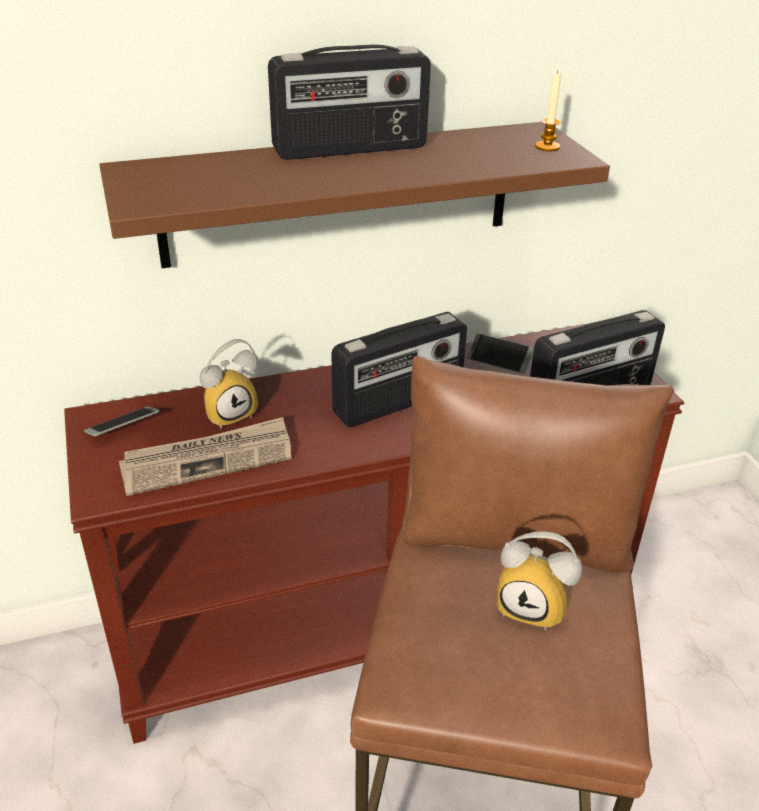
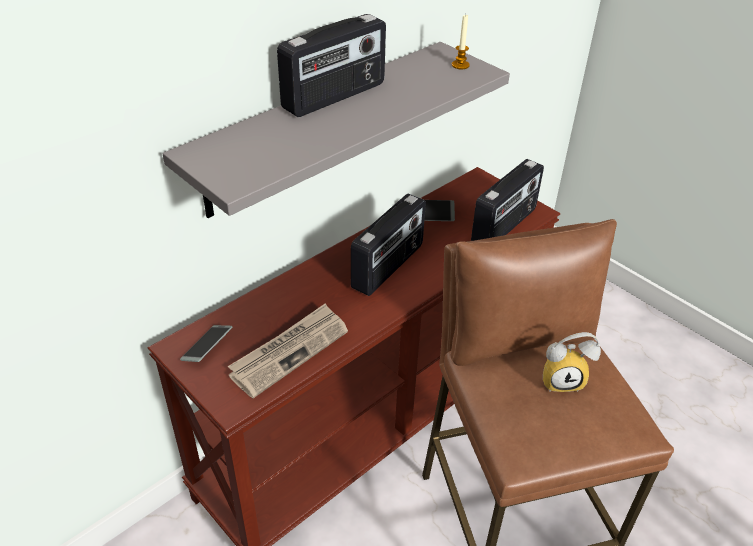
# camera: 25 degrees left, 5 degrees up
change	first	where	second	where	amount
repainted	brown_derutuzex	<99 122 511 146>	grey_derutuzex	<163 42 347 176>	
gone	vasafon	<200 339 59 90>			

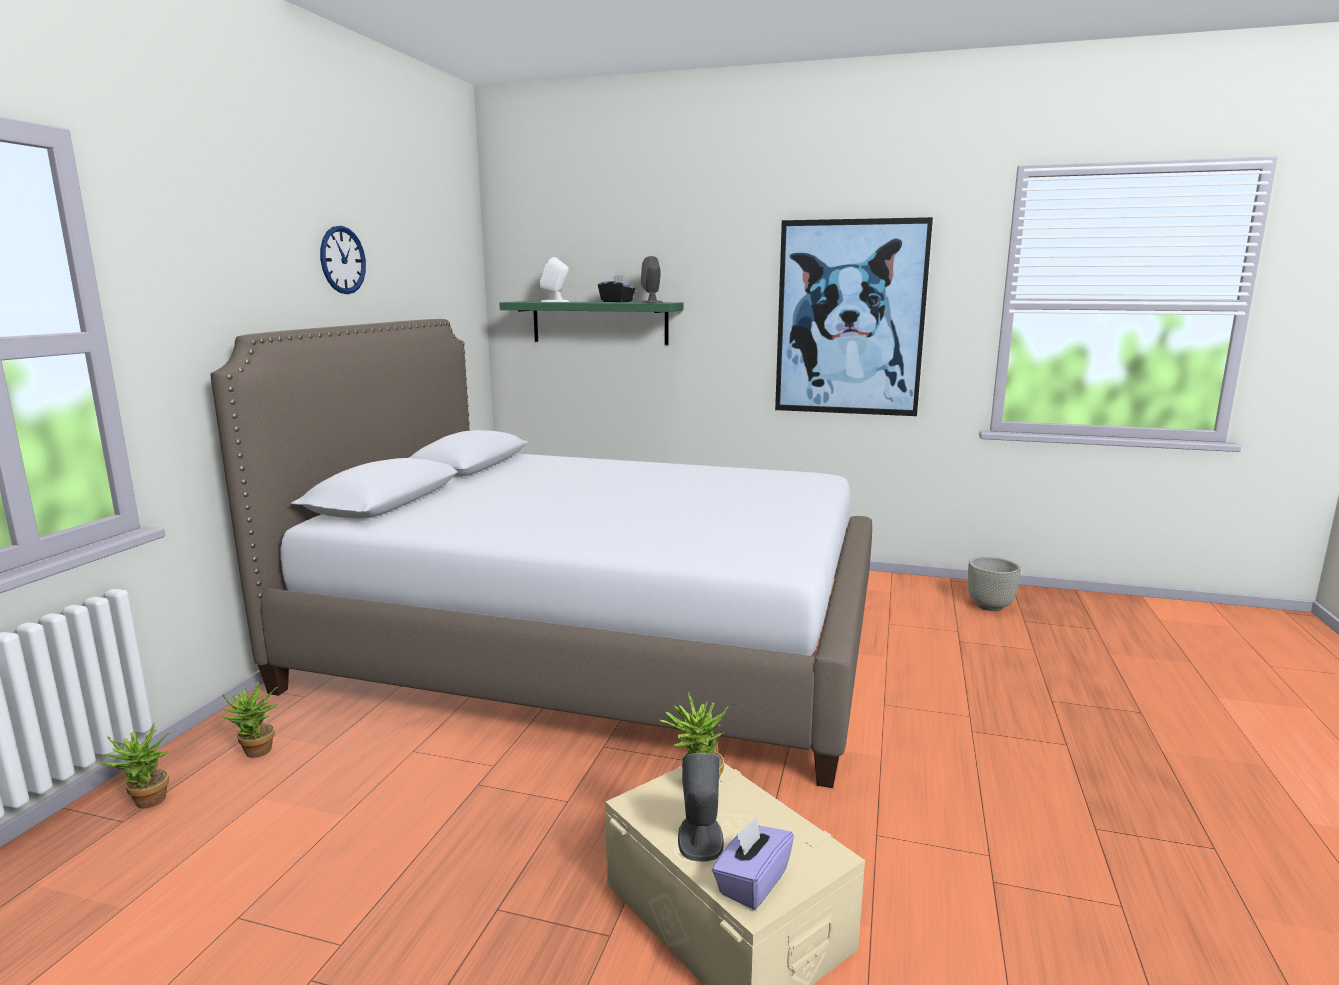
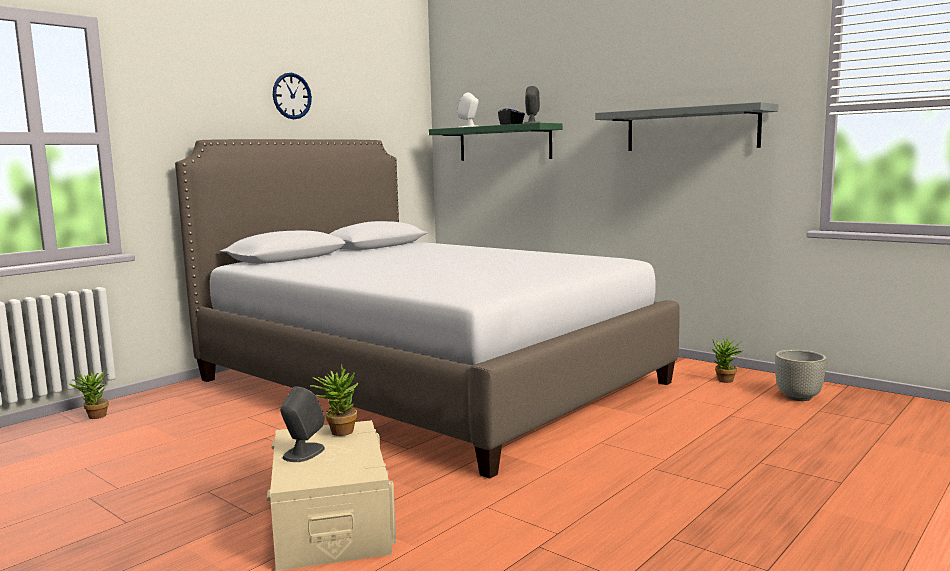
# camera: 25 degrees right, 5 degrees down
change	first	where	second	where	amount
shifted	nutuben	<222 680 57 78>		<712 337 31 46>	
gone	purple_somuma	<712 816 82 94>			
swapped	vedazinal	<775 217 158 199>	grey_derutuzex	<595 102 184 49>	

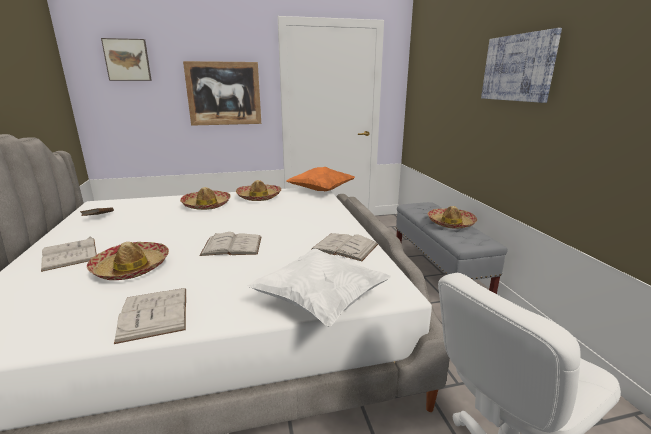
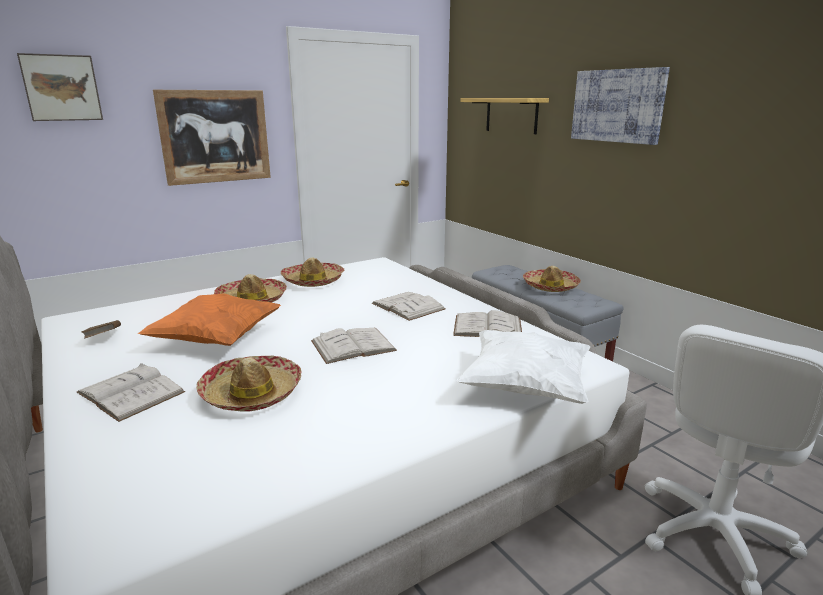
# camera: 20 degrees left, 0 degrees up
change	first	where	second	where	amount
shifted	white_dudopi	<114 288 72 56>		<372 292 74 29>	
shifted	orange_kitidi	<287 167 68 24>		<138 294 143 52>	
new			derutuzex	<461 98 88 36>	

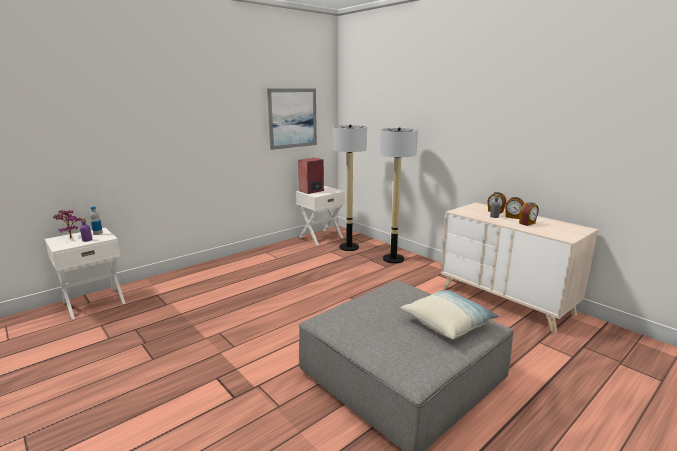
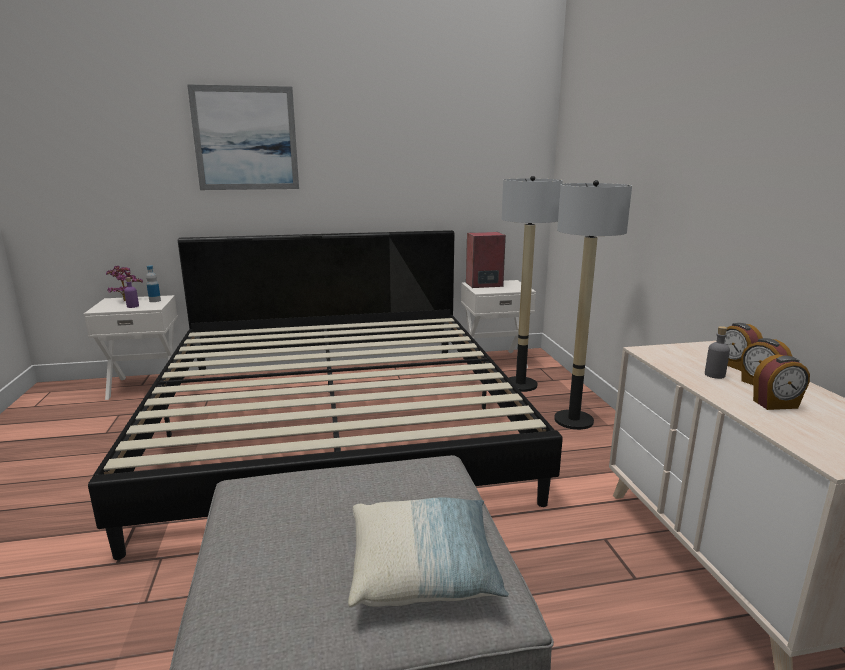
# camera: 30 degrees right, 0 degrees up
change	first	where	second	where	amount
shifted	vedazinal	<267 89 50 61>		<187 84 112 106>	
new			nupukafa	<88 230 475 330>	

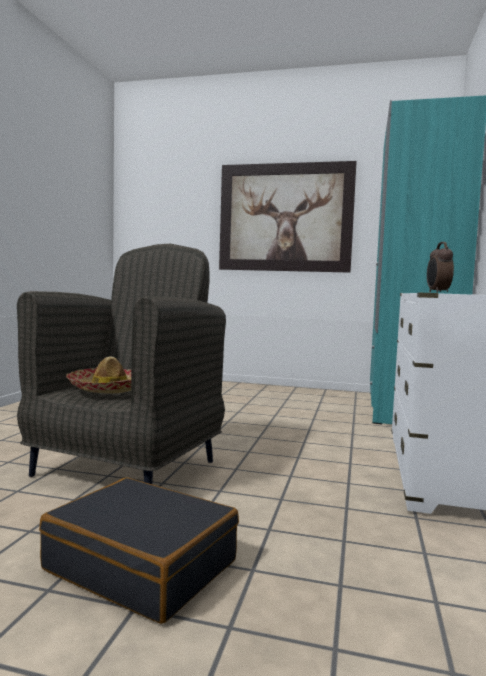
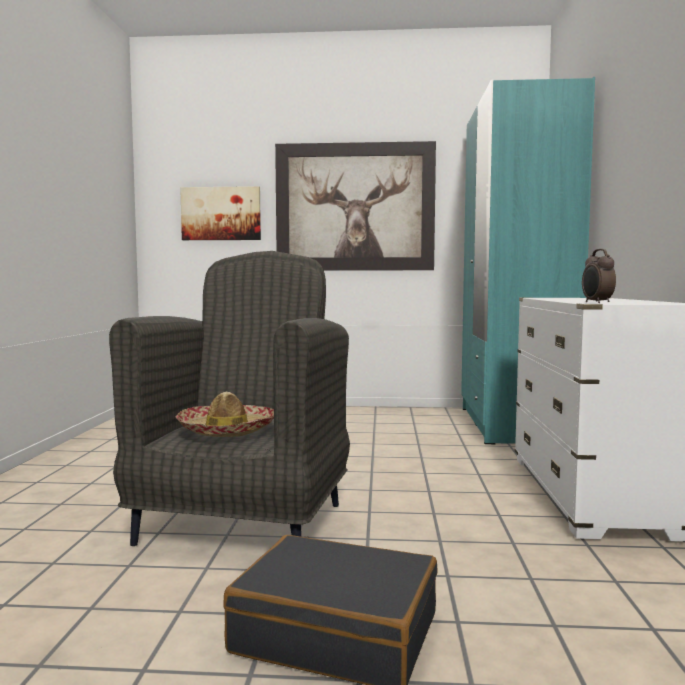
# camera: 10 degrees left, 0 degrees up
change	first	where	second	where	amount
new			vedazinal	<180 186 81 54>	

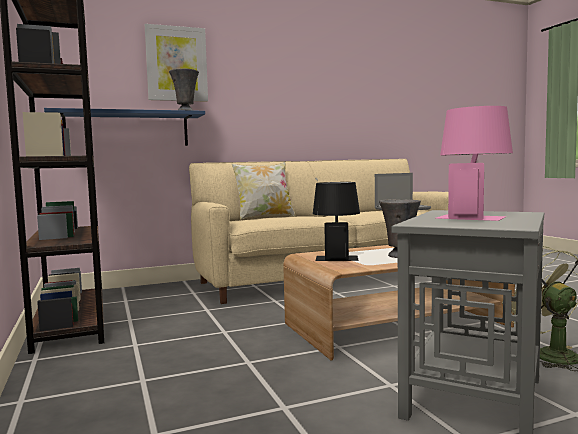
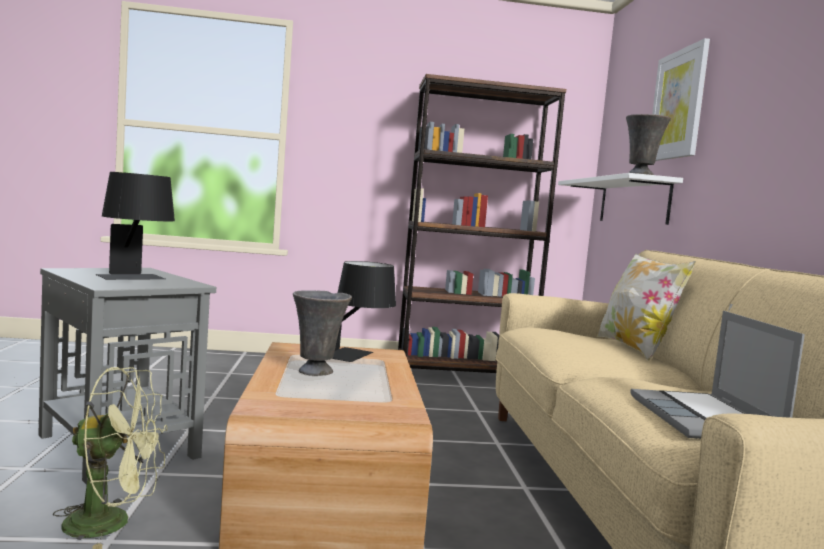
# camera: 105 degrees right, 0 degrees up
change	first	where	second	where	amount
repainted	blue_derutuzex	<44 108 161 38>	white_derutuzex	<558 173 125 52>	
repainted	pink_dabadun	<435 106 78 115>	black_dabadun	<96 172 79 108>	

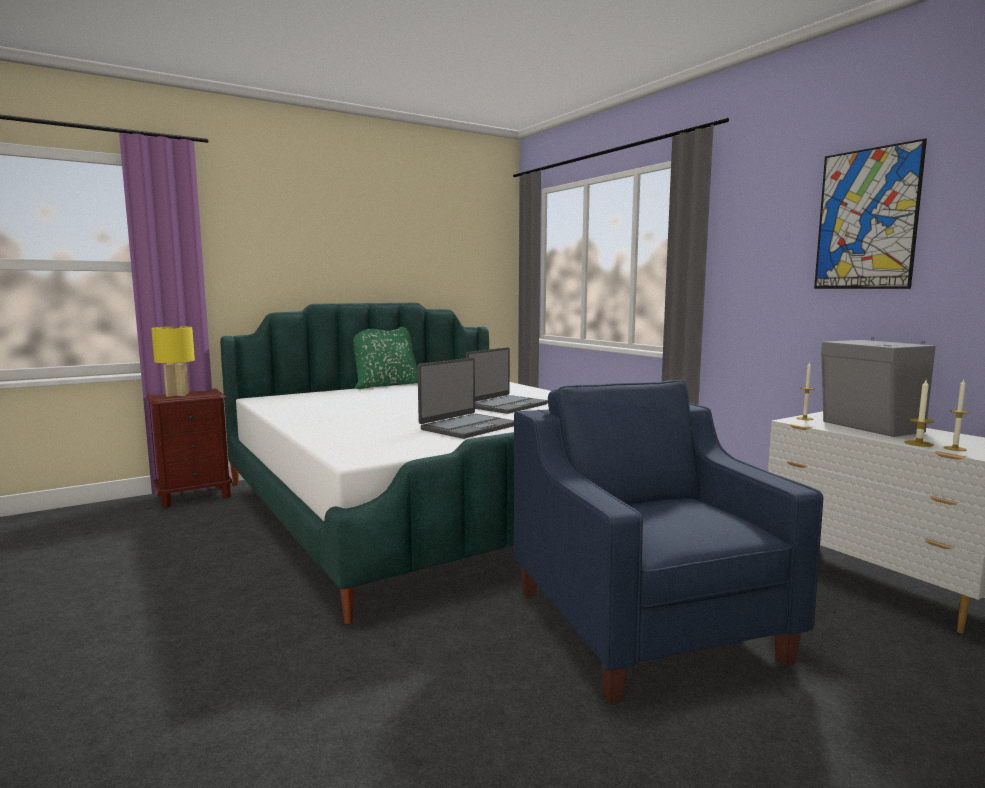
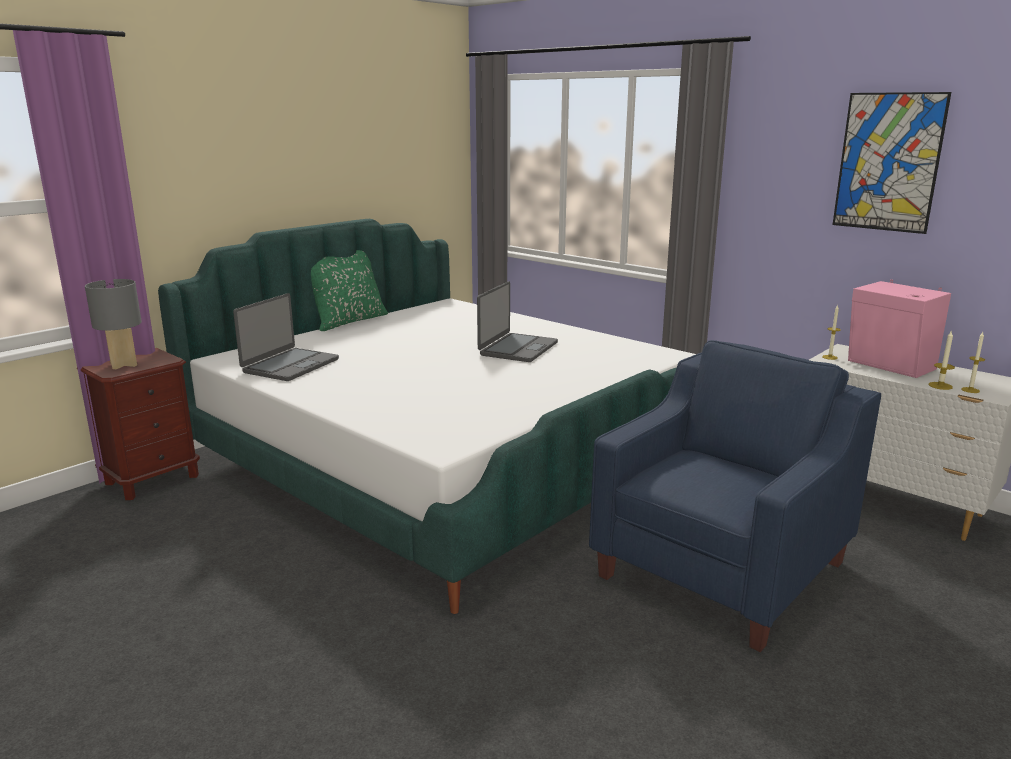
# camera: 15 degrees left, 10 degrees up
change	first	where	second	where	amount
repainted	yellow_dabadun	<151 327 44 70>	grey_dabadun	<85 279 57 90>	
shifted	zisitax	<417 358 97 81>		<233 293 106 88>	
rotated	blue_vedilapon	<514 380 309 324>		<589 340 292 312>	75 degrees clockwise
repainted	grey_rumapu	<821 337 115 100>	pink_rumapu	<848 279 103 99>	

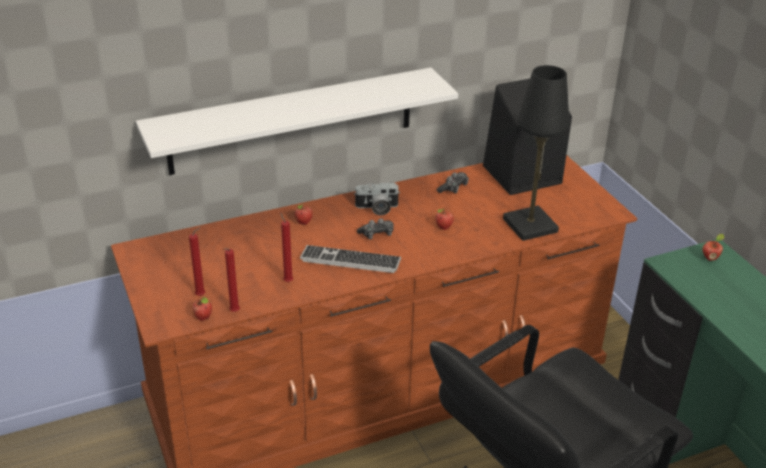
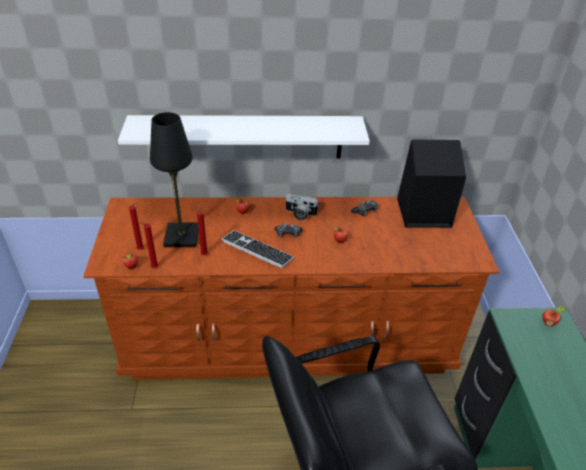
# camera: 20 degrees right, 5 degrees up
change	first	where	second	where	amount
shifted	black_dabadun	<503 65 66 176>		<150 112 49 135>	

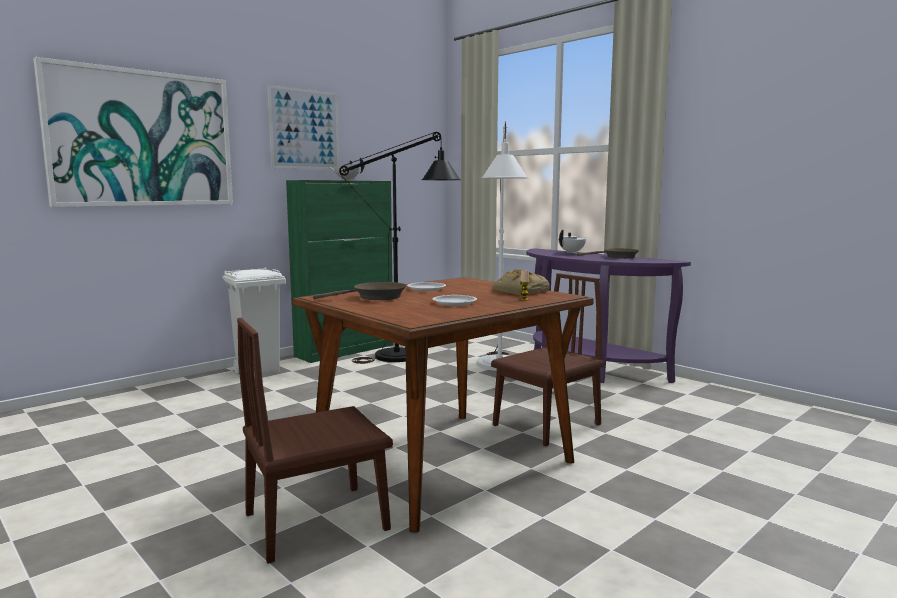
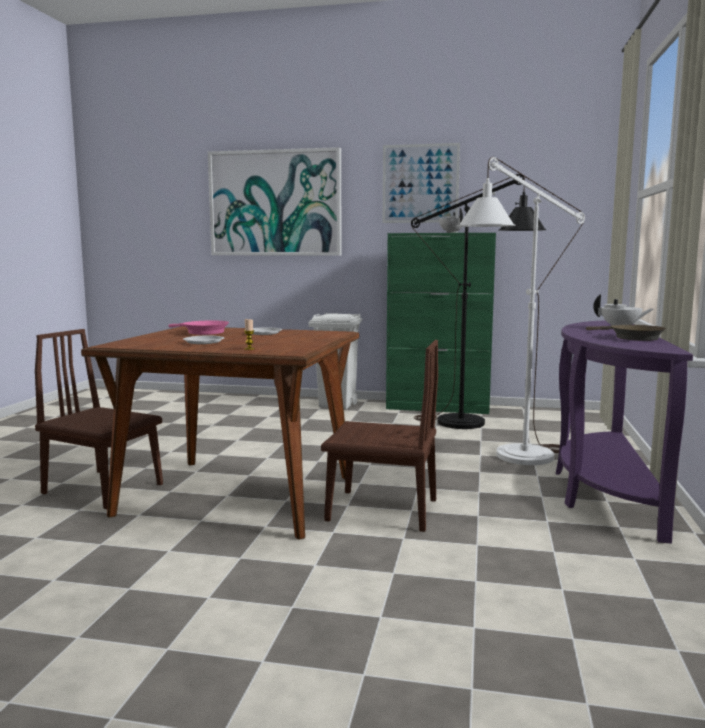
# camera: 55 degrees right, 0 degrees up
change	first	where	second	where	amount
repainted	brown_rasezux	<313 282 94 18>	pink_rasezux	<168 320 61 15>	
gone	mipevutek	<492 269 58 26>			

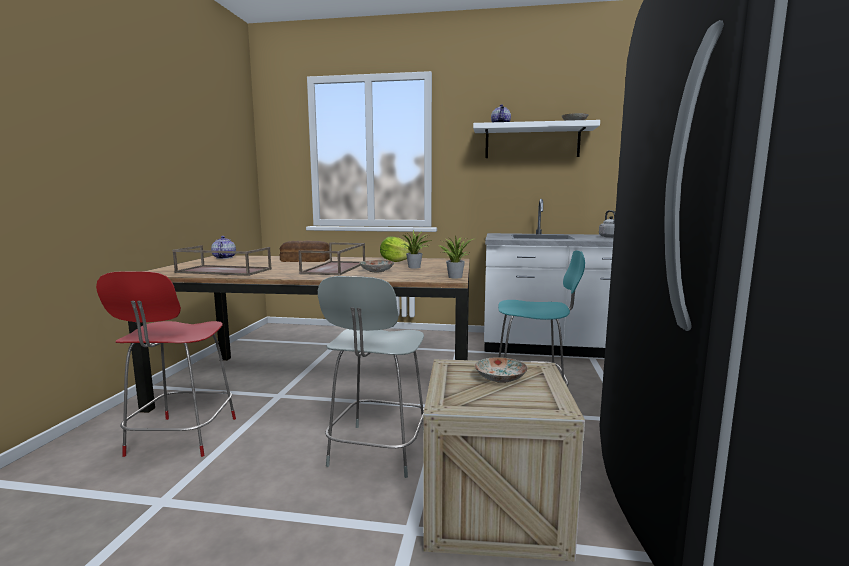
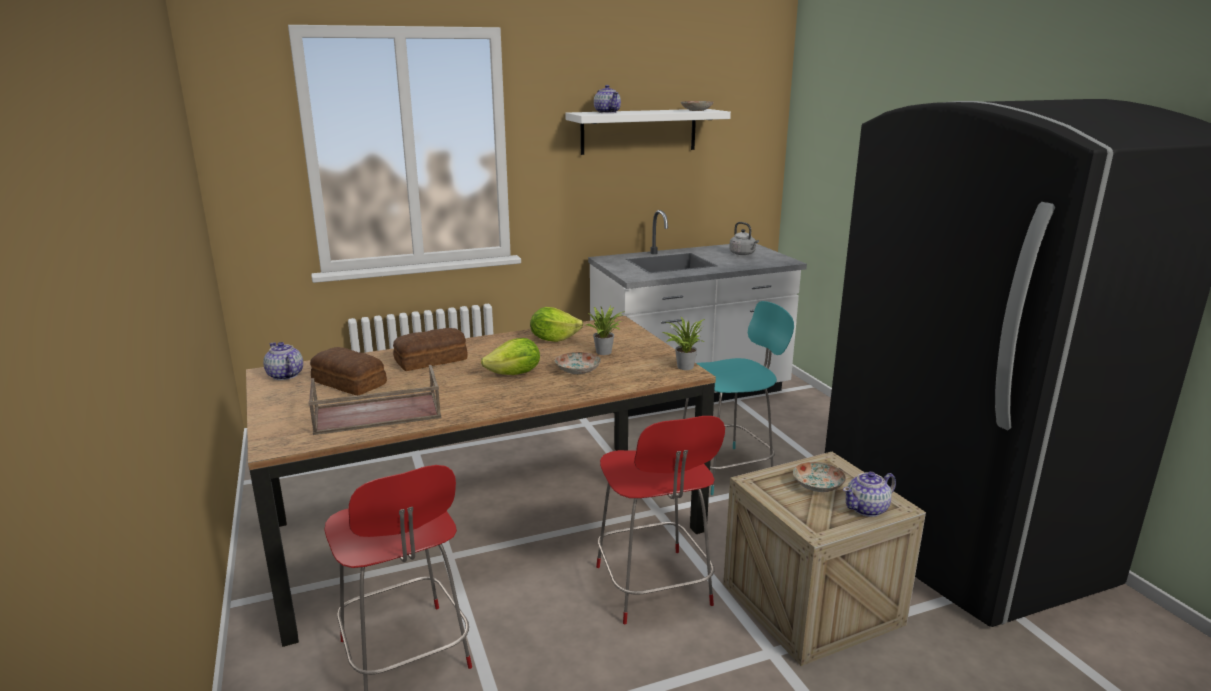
# camera: 30 degrees left, 10 degrees up
change	first	where	second	where	amount
swapped	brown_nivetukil	<298 243 67 32>	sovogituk	<481 338 59 37>	
repainted	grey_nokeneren	<318 276 106 202>	red_nokeneren	<596 416 129 208>	
new			mipevutek	<310 347 77 48>	
new			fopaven	<843 472 53 45>	

